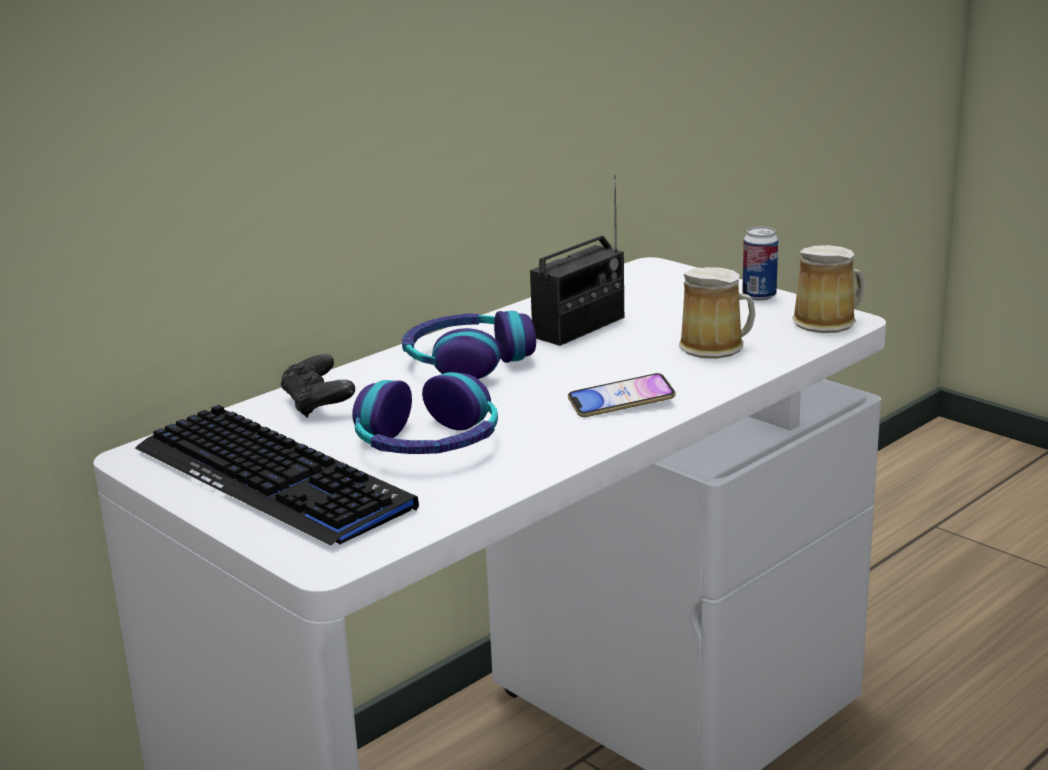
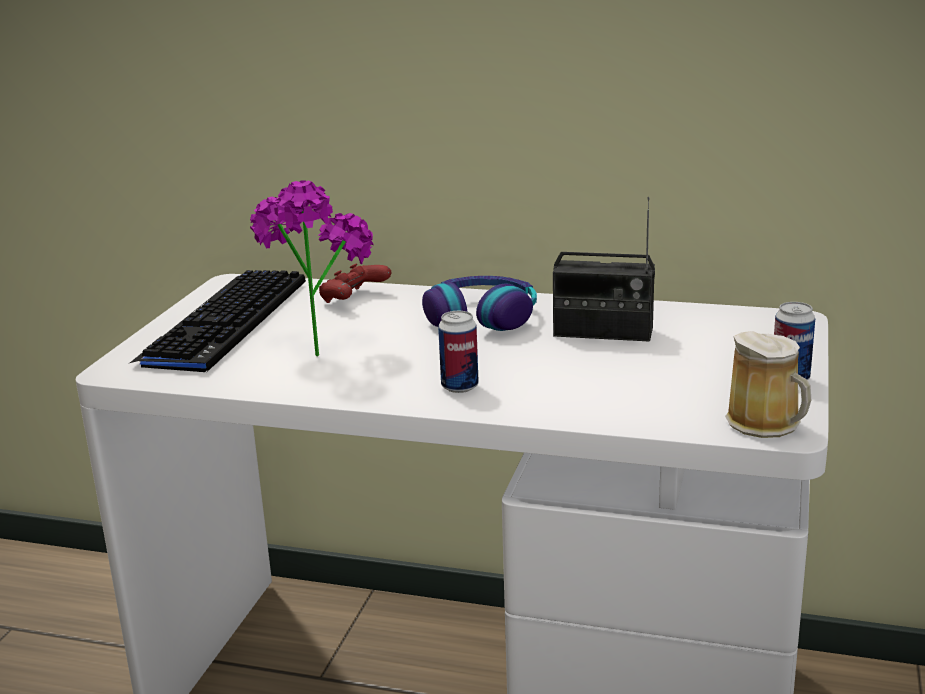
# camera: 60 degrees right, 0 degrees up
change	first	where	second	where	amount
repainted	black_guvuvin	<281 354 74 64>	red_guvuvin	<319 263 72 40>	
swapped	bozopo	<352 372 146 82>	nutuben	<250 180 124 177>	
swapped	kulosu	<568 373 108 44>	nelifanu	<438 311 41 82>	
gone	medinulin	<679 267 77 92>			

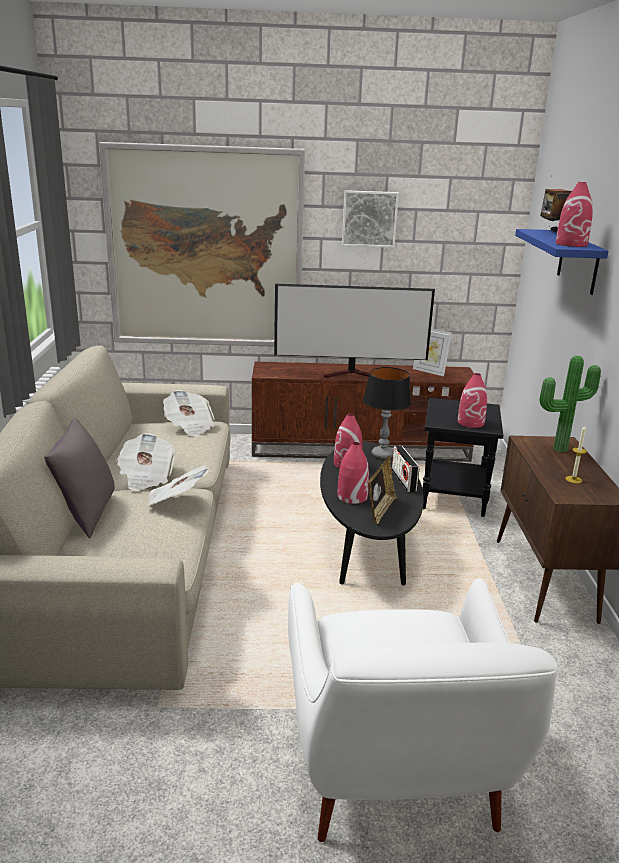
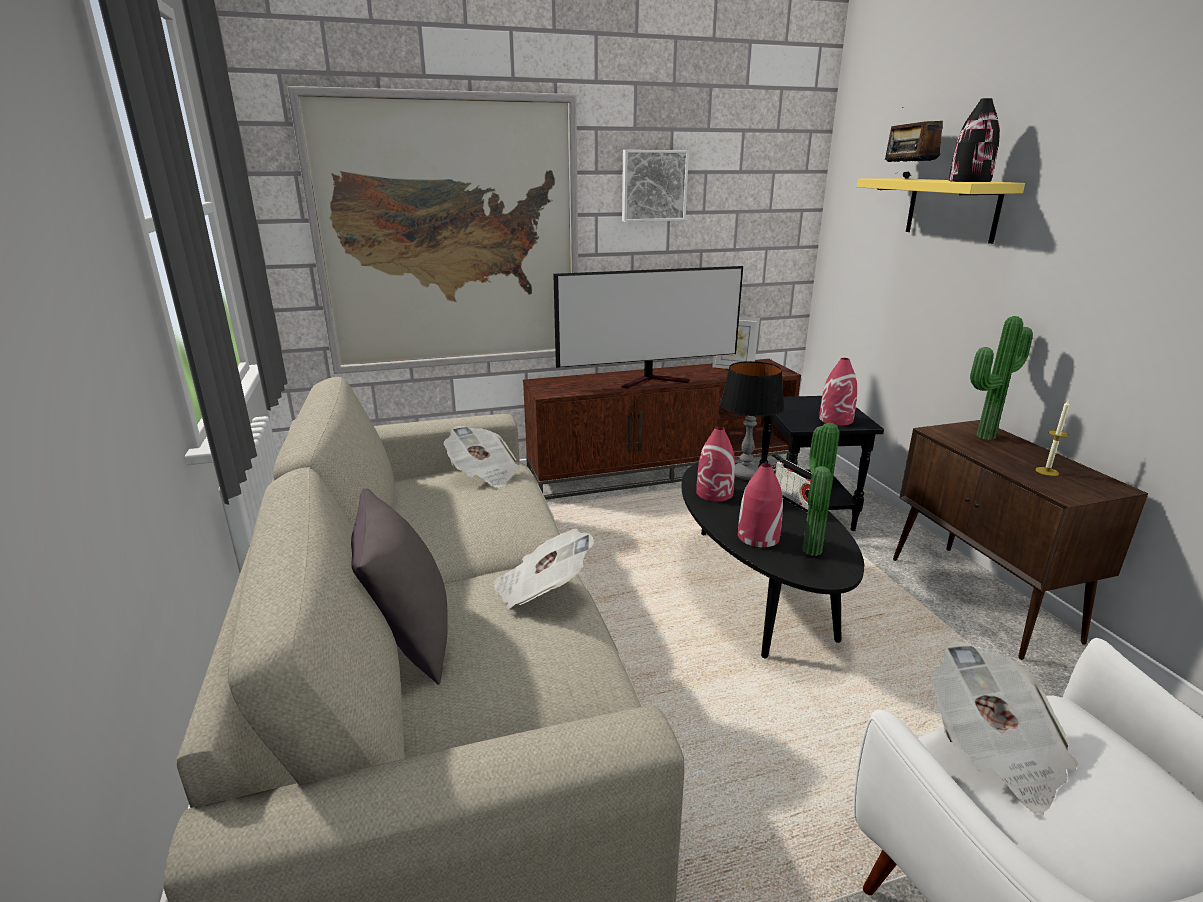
# camera: 15 degrees left, 0 degrees up
change	first	where	second	where	amount
shifted	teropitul	<116 433 60 58>		<930 641 148 173>	
swapped	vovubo	<368 456 29 69>	nutuben	<802 423 37 133>	
repainted	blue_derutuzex	<515 229 94 66>	yellow_derutuzex	<857 178 168 66>	
repainted	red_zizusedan	<556 182 37 65>	black_zizusedan	<949 98 51 84>	

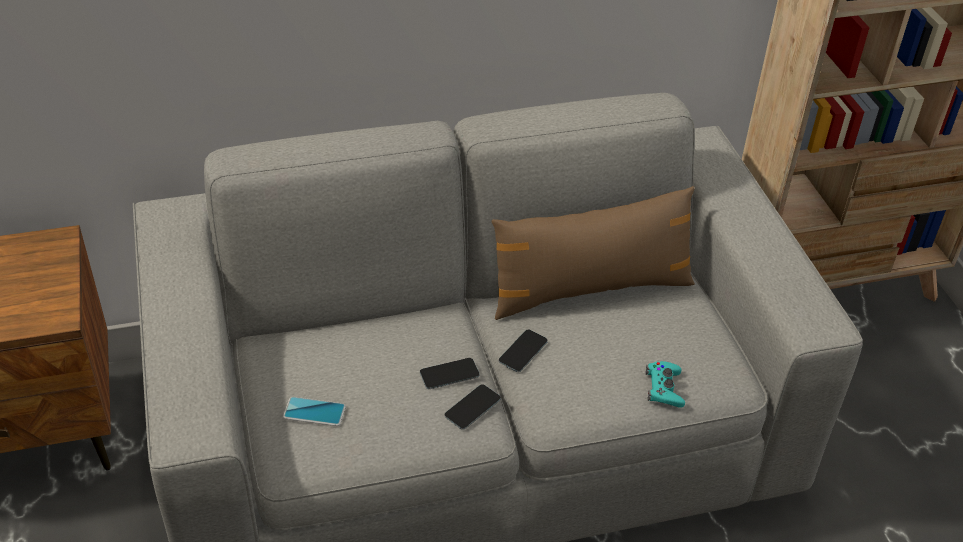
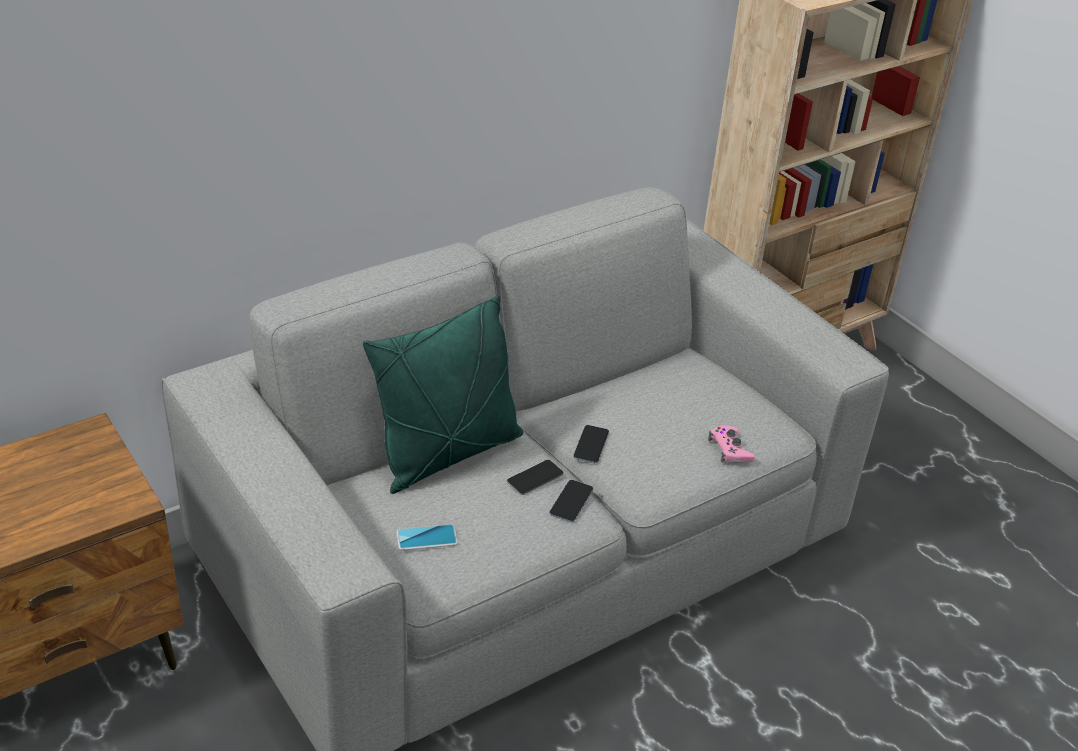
# camera: 20 degrees left, 5 degrees down
change	first	where	second	where	amount
gone	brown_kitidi	<492 186 203 134>			
repainted	turquoise_guvuvin	<645 361 40 47>	pink_guvuvin	<708 425 47 37>	
new			green_kitidi	<363 295 160 199>	

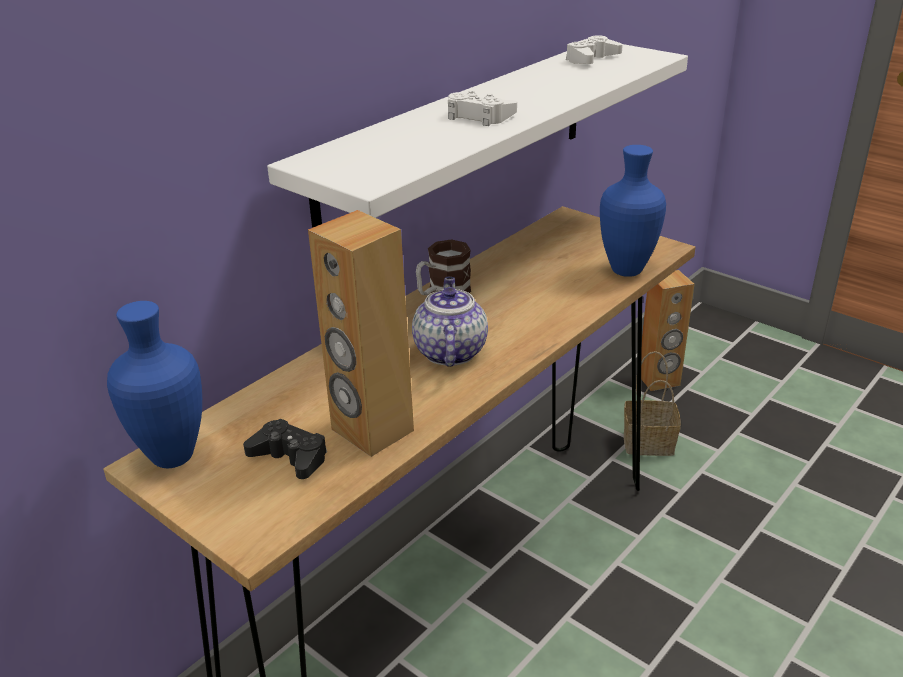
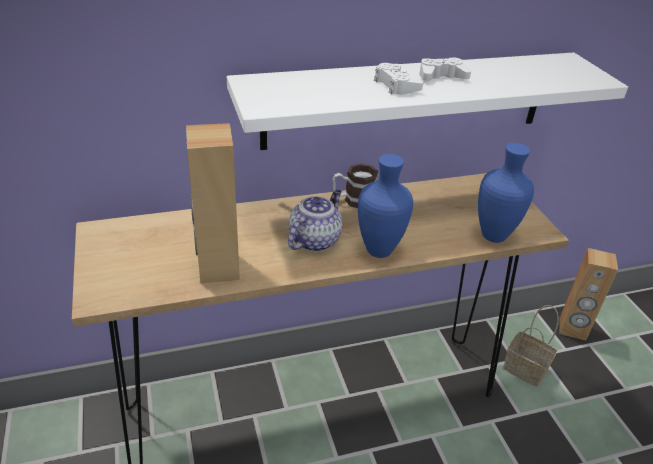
# camera: 30 degrees right, 5 degrees up
change	first	where	second	where	amount
shifted	blue_zizusedan	<107 301 95 167>		<358 154 55 104>	
gone	black_guvuvin	<243 419 84 60>			
shifted	white_guvuvin	<566 35 57 29>		<419 58 52 23>	

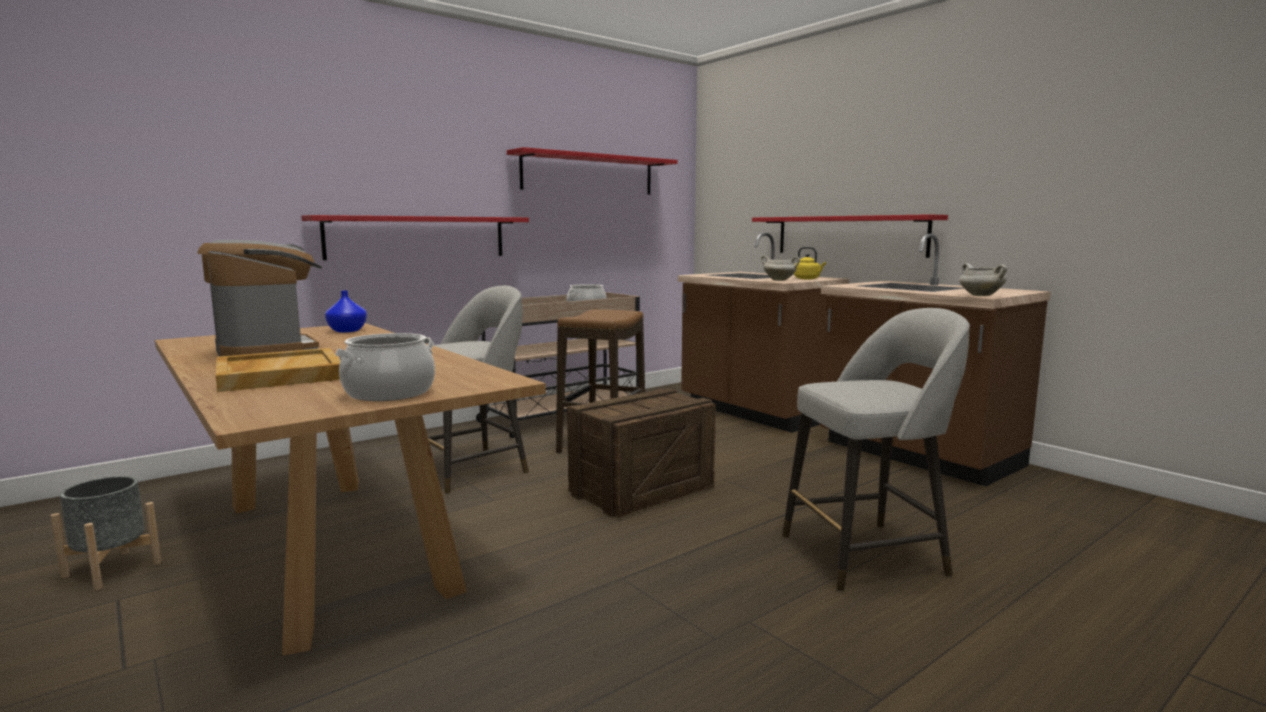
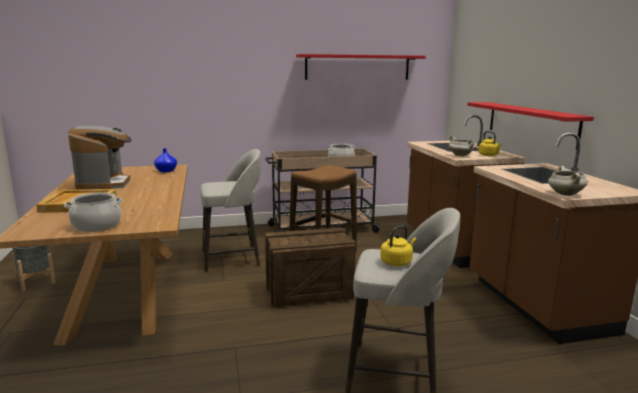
# camera: 25 degrees right, 5 degrees up
change	first	where	second	where	amount
gone	red_derutuzex	<301 215 228 45>			
new			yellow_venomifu	<380 225 36 41>	

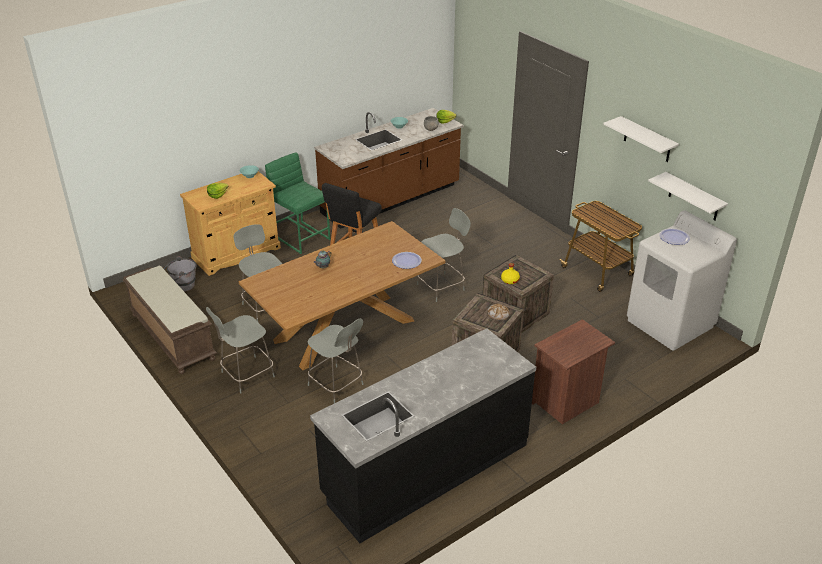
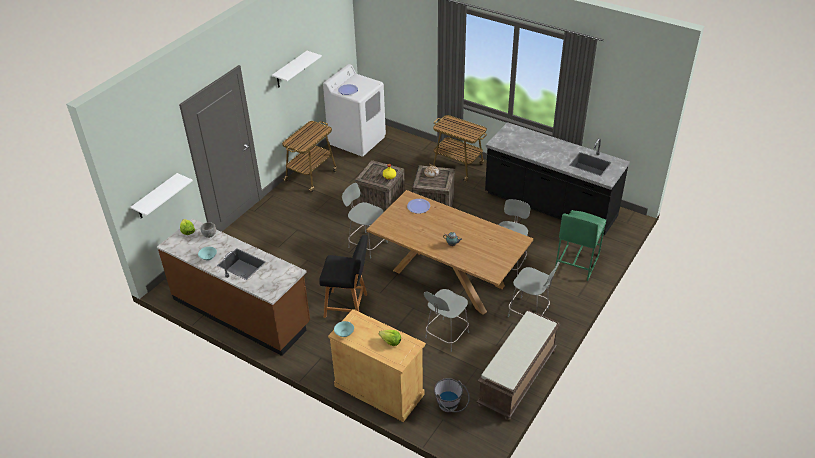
# camera: 110 degrees left, 5 degrees up
change	first	where	second	where	amount
shifted	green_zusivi	<265 152 65 102>		<555 210 51 71>	
swapped	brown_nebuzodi	<532 319 83 105>	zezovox	<429 115 58 67>	
shifted	white_derutuzex	<648 172 80 49>		<131 173 62 46>	

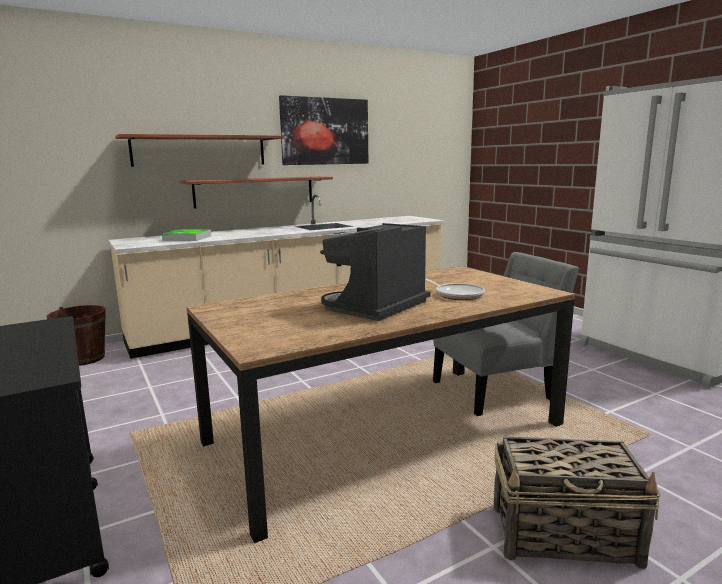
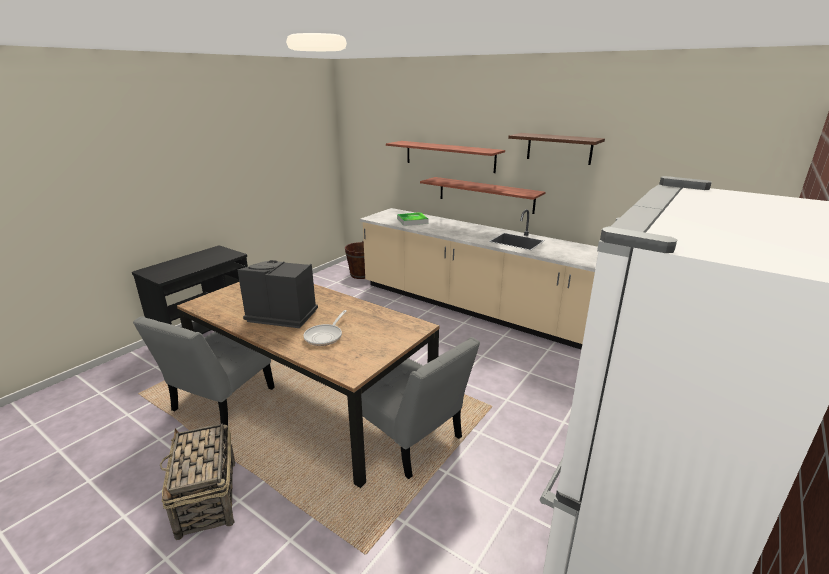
# camera: 65 degrees right, 10 degrees up
change	first	where	second	where	amount
swapped	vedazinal	<279 95 89 70>	derutuzex	<508 133 97 32>	
new			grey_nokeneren	<133 316 142 110>	

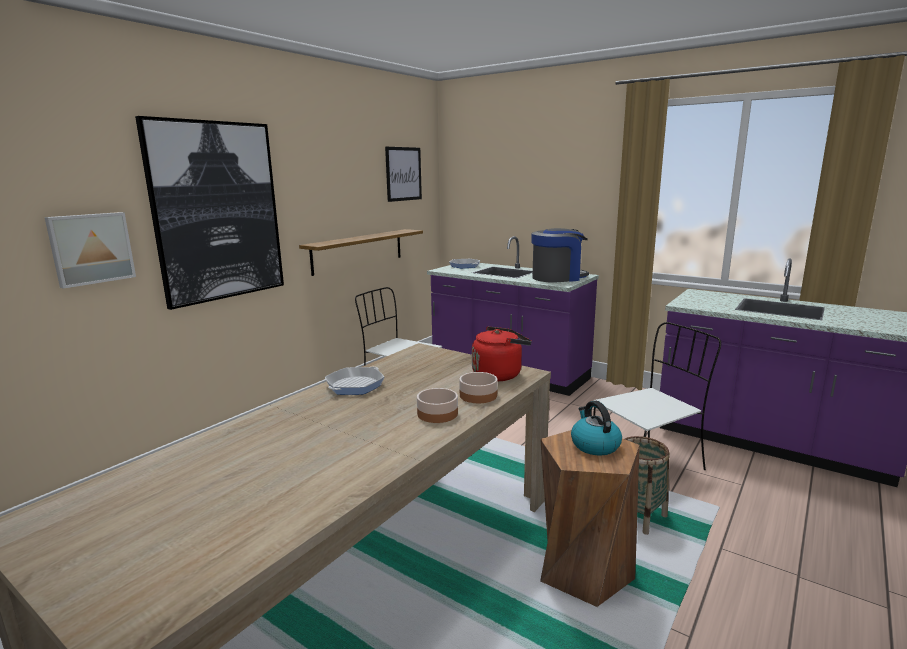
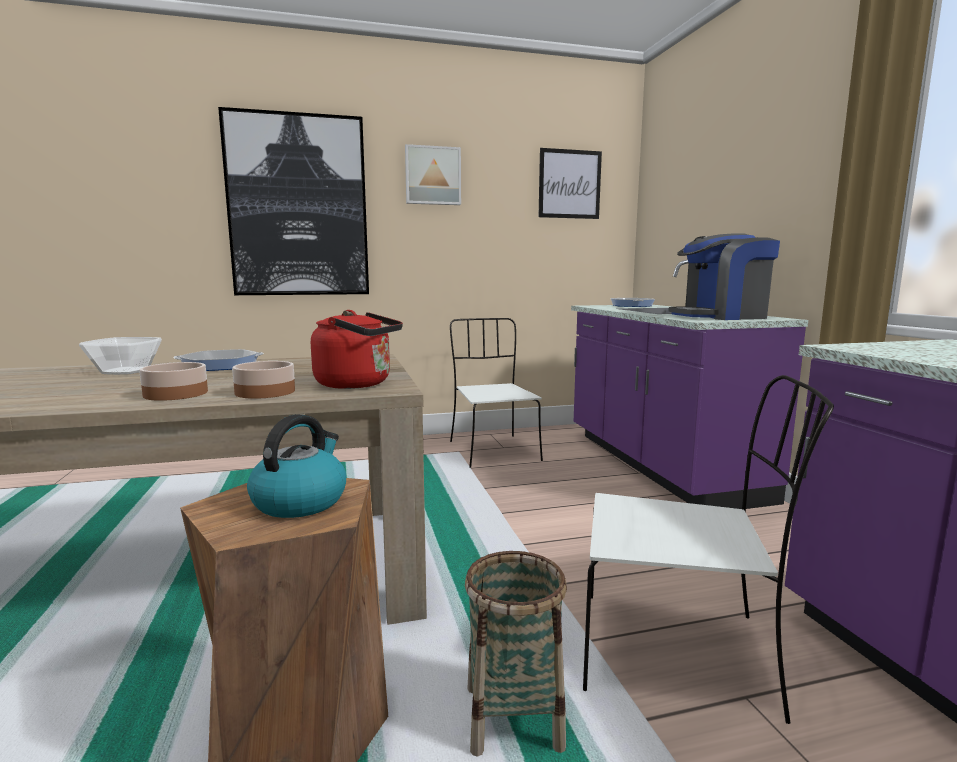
# camera: 40 degrees right, 5 degrees down
change	first	where	second	where	amount
shifted	vedazinal	<45 212 91 77>		<405 144 56 61>	
gone	derutuzex	<299 229 124 47>			
rotated	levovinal	<531 228 58 55>		<669 234 111 86>	150 degrees clockwise
new			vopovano	<79 337 83 38>	

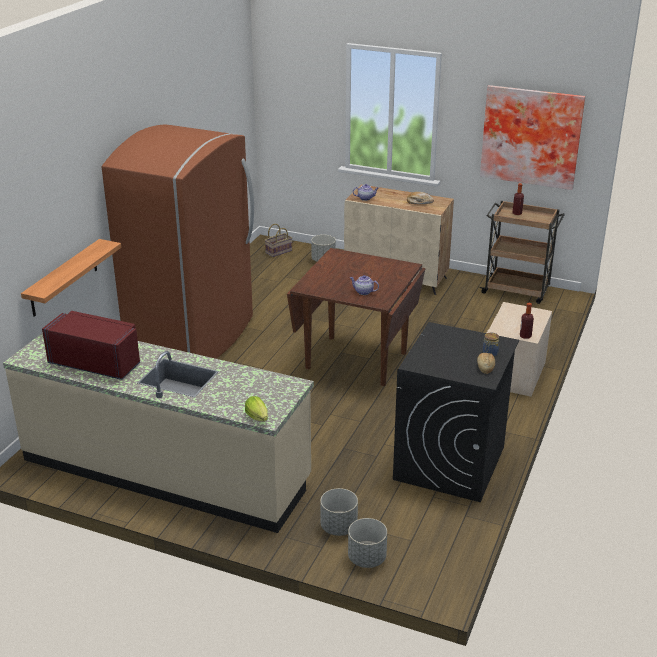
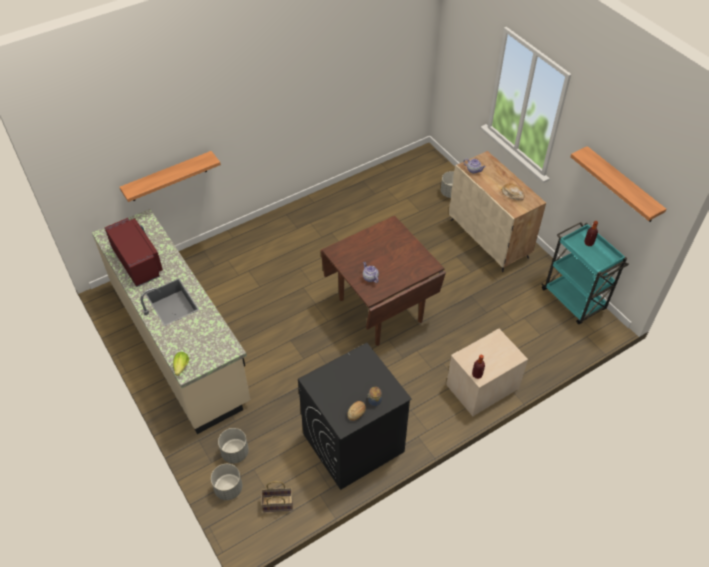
# camera: 35 degrees right, 20 degrees up
change	first	where	second	where	amount
gone	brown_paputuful	<102 125 152 234>			
shifted	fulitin	<265 224 27 33>		<261 481 32 31>	
swapped	vedazinal	<480 85 105 105>	derutuzex	<570 146 96 76>	
repainted	brown_zezovox	<480 201 85 103>	turquoise_zezovox	<541 222 88 102>	

